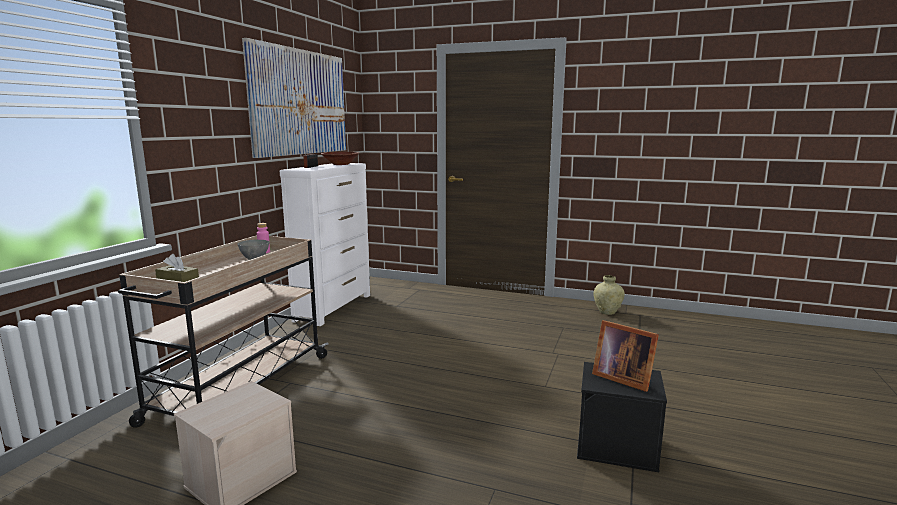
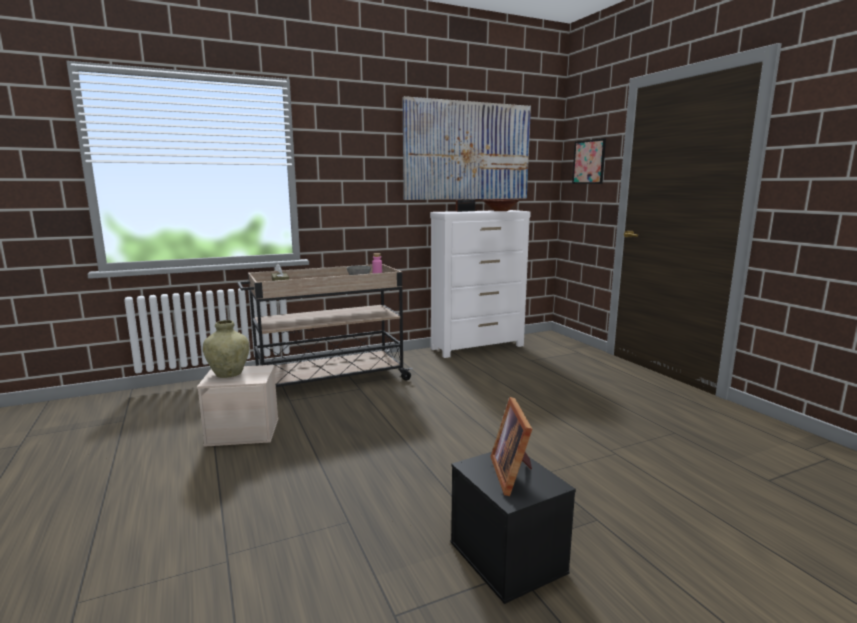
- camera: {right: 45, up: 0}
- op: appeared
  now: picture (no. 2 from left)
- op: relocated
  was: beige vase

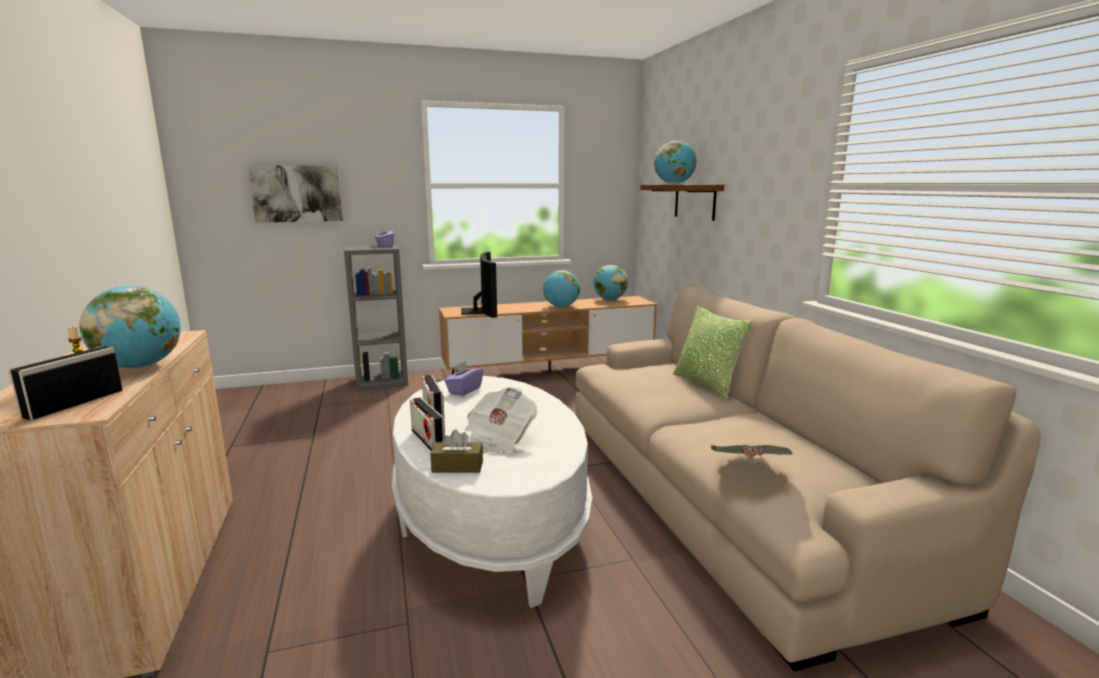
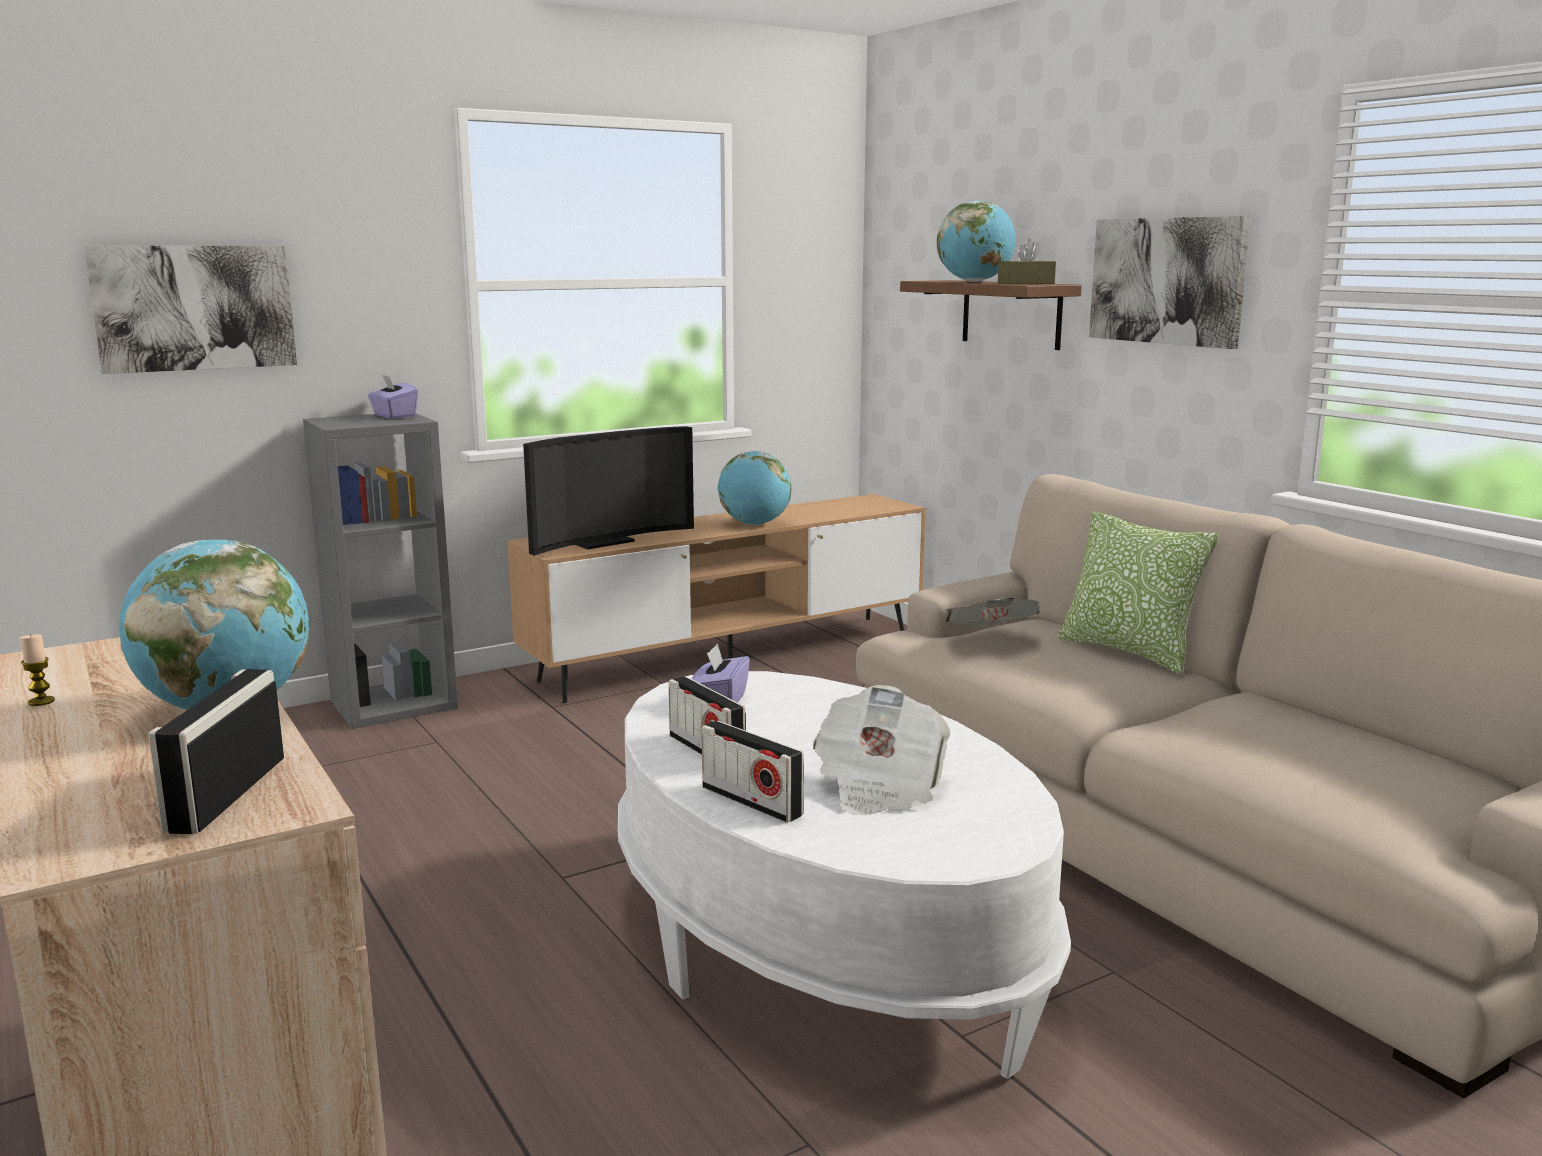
- camera: {right: -15, up: 0}
- op: missing
  was: globe (no. 3 from left)
- op: appeared
  now: picture (no. 2 from left)
- op: relocated
  was: brown tissue box
- op: relocated
  was: newspaper (no. 2 from left)
- op: spun
  was: television
  clockwise: 75

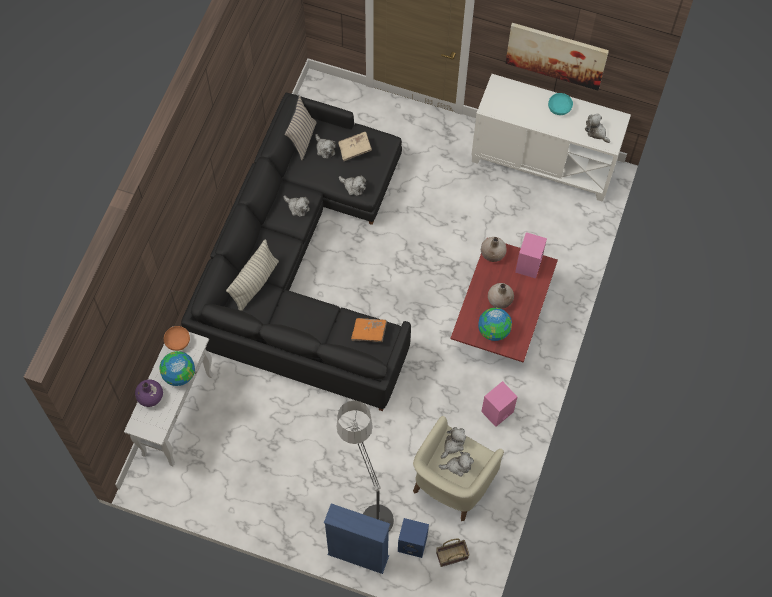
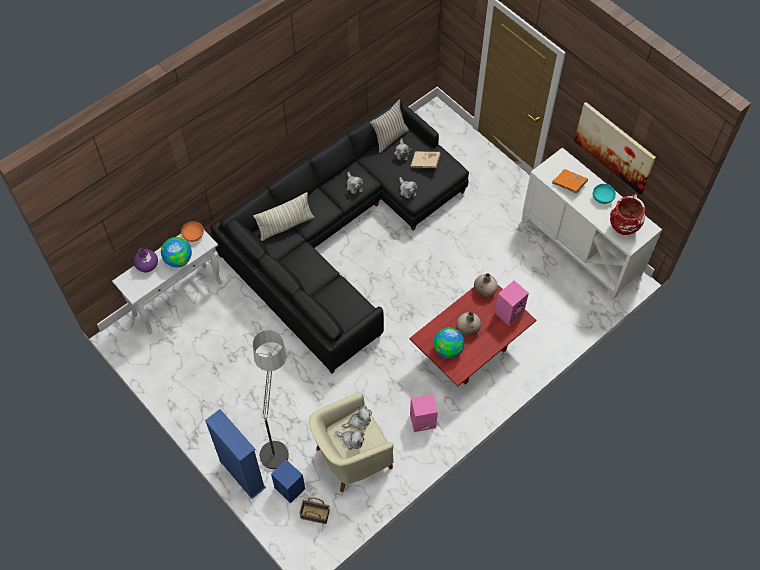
- camera: {right: 30, up: -5}
- op: relocated
  was: orange book
- op: exchanged
  was: plush toy (no. 6 from left)
  now: red vase

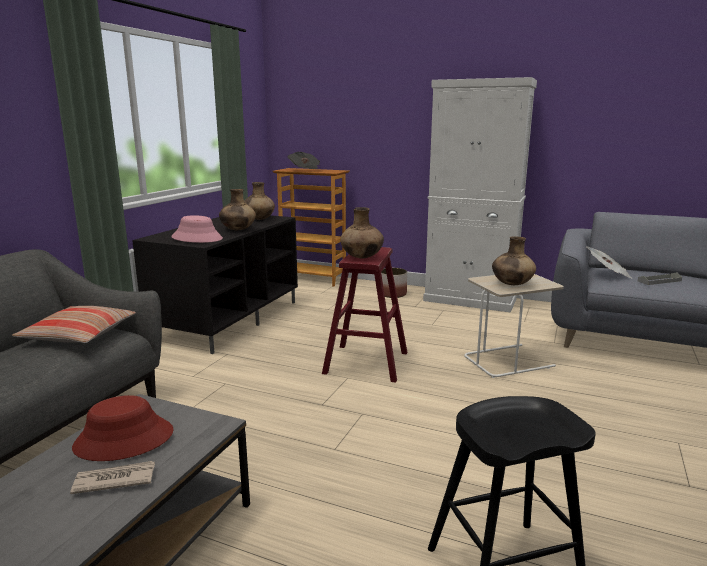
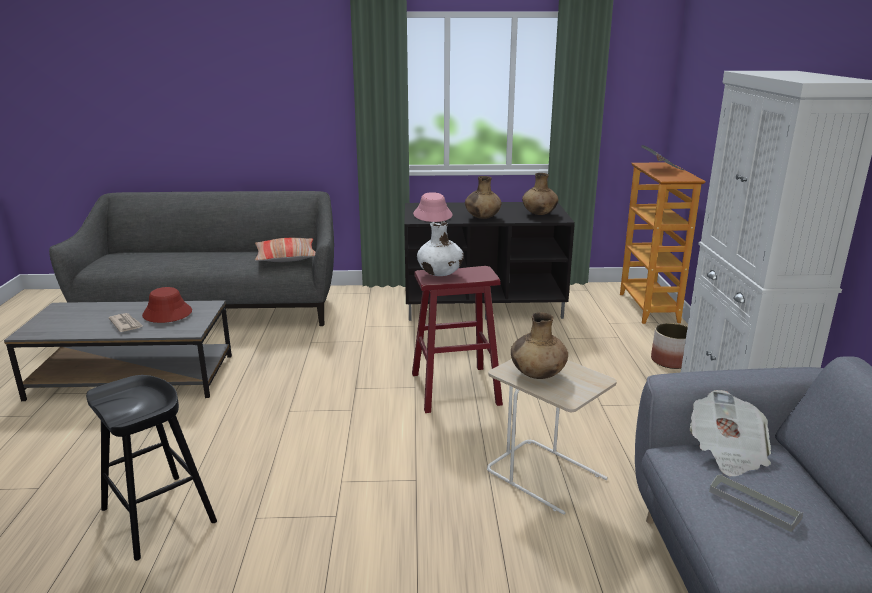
- camera: {right: 65, up: 5}
- op: colour
  was: brown vase (no. 3 from left)
  now: white vase

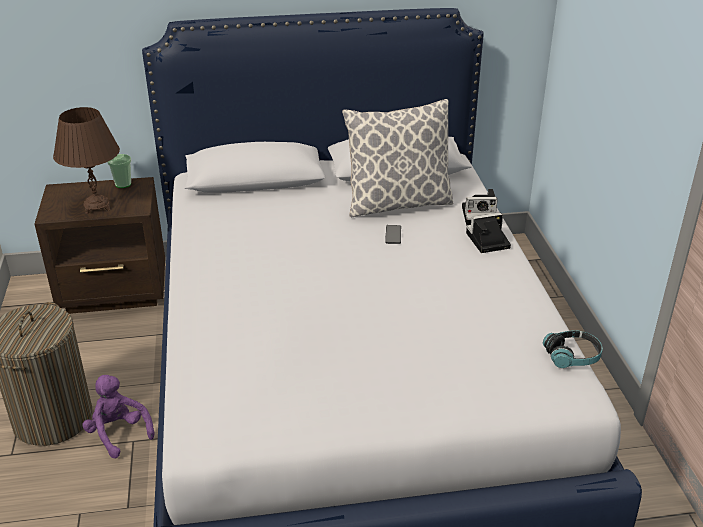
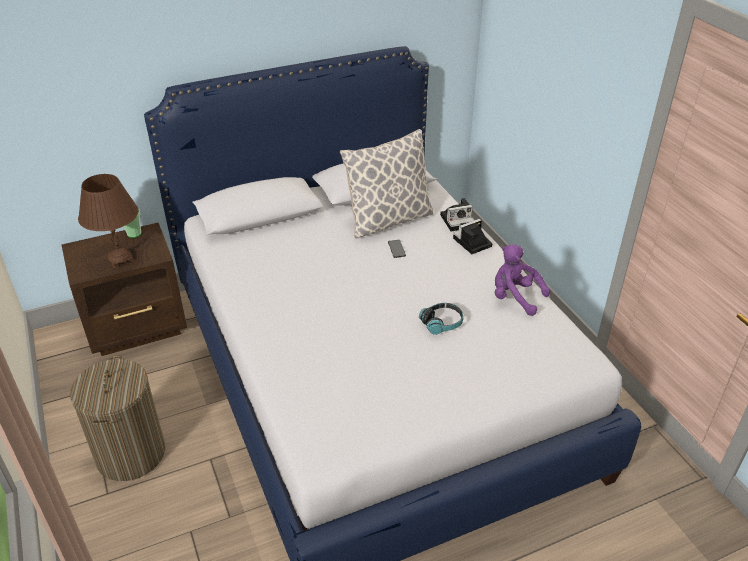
- camera: {right: -15, up: 5}
- op: relocated
  was: purple plush toy
- op: relocated
  was: headphones

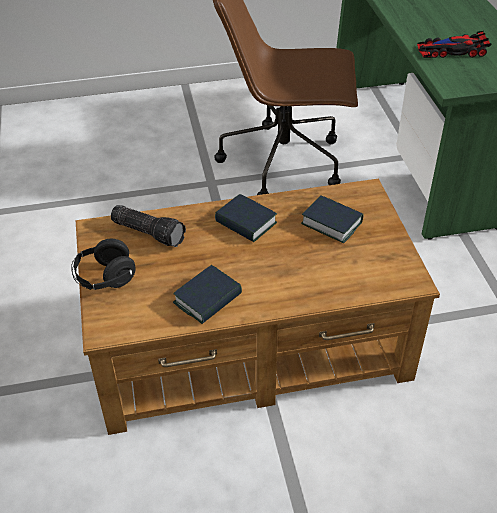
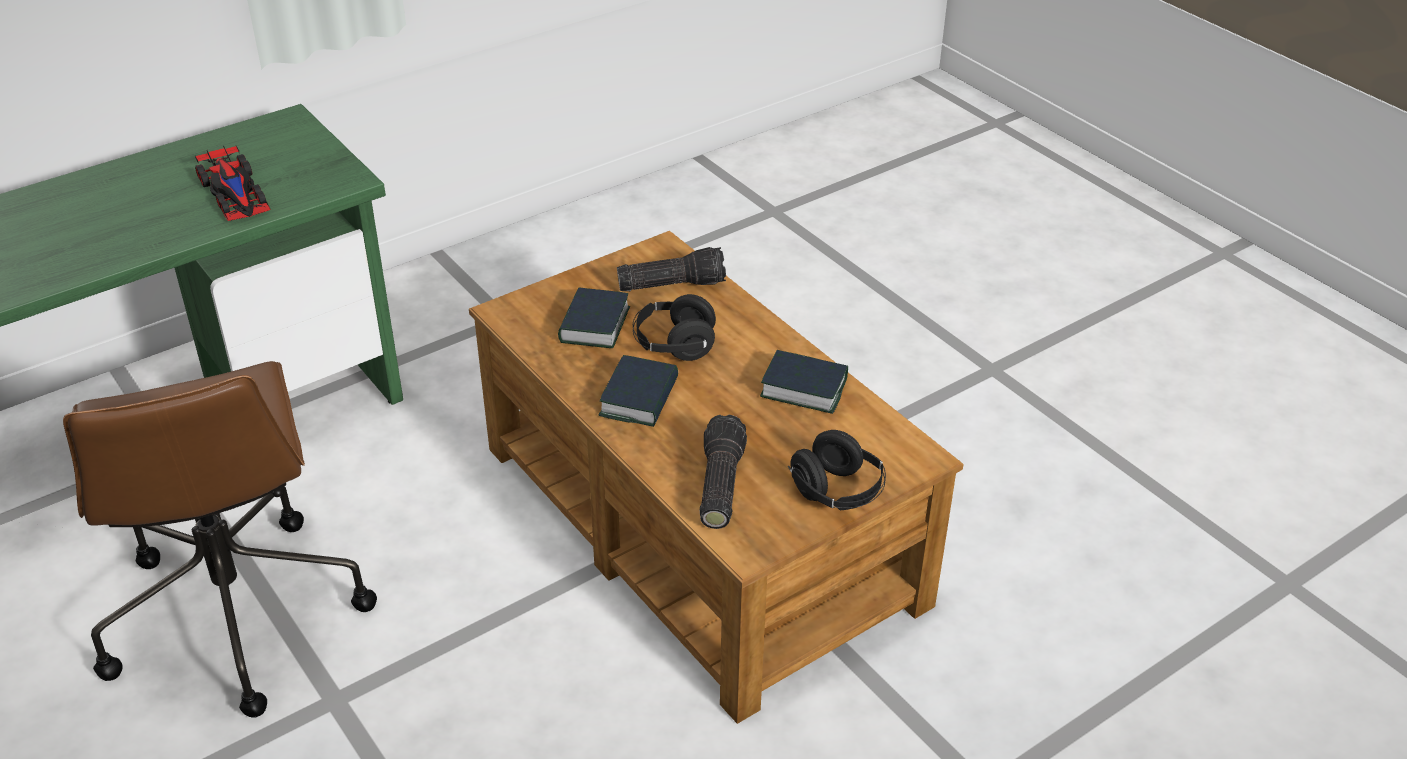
- camera: {right: -115, up: -5}
- op: appeared
  now: flashlight (no. 1 from left)
- op: appeared
  now: black headphones (no. 1 from left)

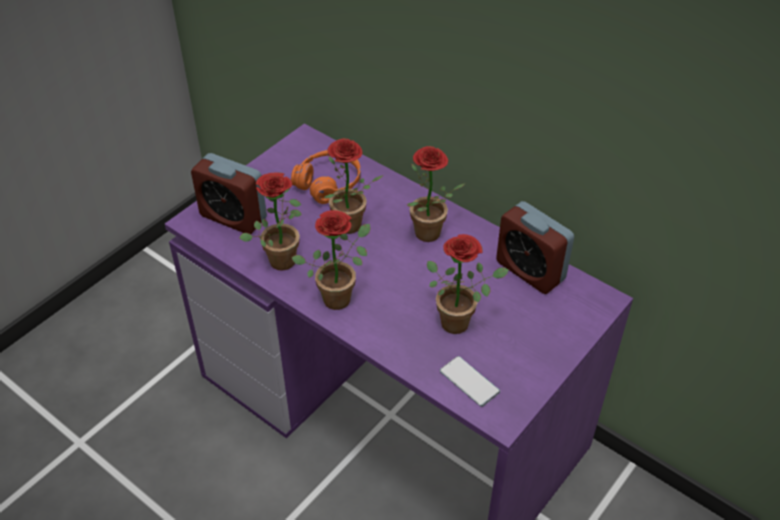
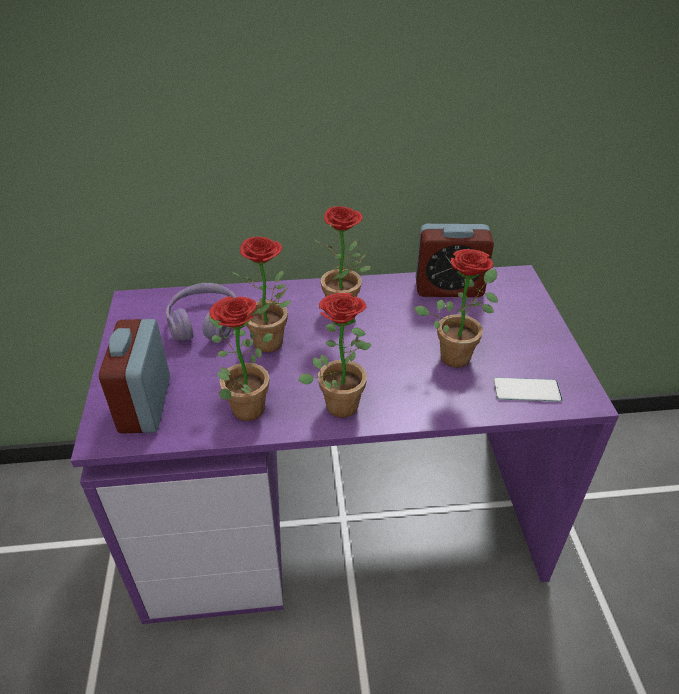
- camera: {right: -45, up: -5}
- op: colour
  was: orange headphones
  now: purple headphones
- op: spun
  was: alarm clock (no. 1 from left)
  clockwise: 105

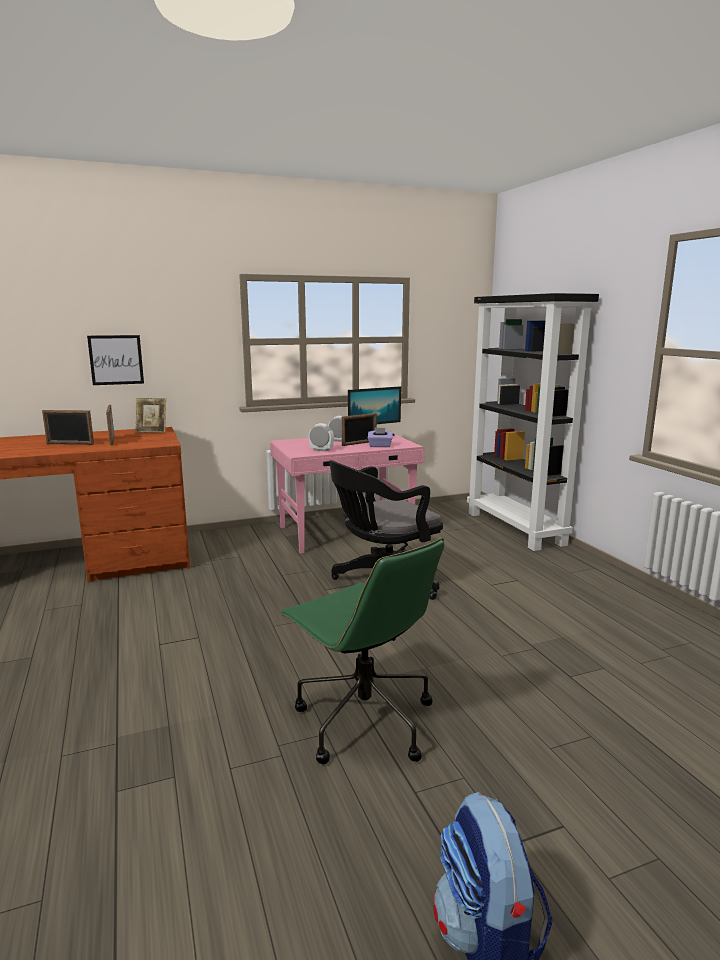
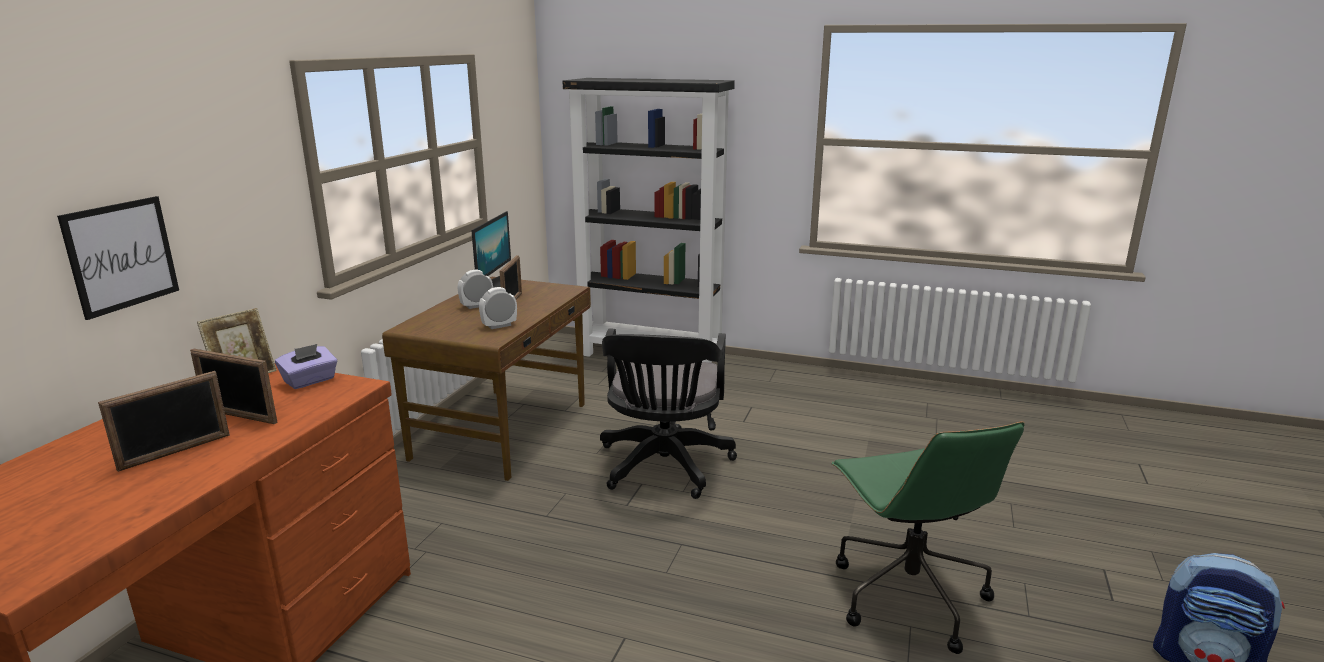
- camera: {right: -50, up: 5}
- op: relocated
  was: purple tissue box
- op: colour
  was: pink desk
  now: brown desk (no. 2 from left)
- op: spun
  was: green office chair
  clockwise: 75

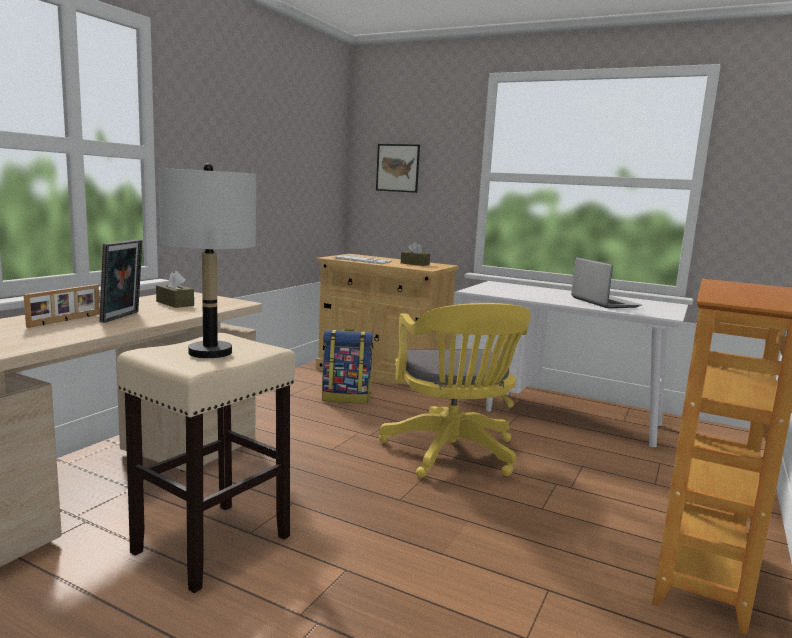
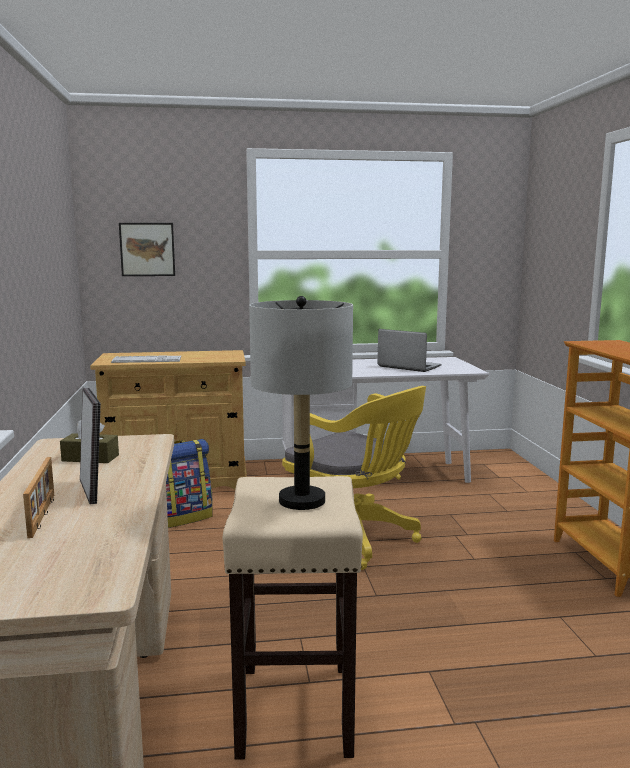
- camera: {right: -35, up: 0}
- op: missing
  was: brown tissue box (no. 2 from left)

